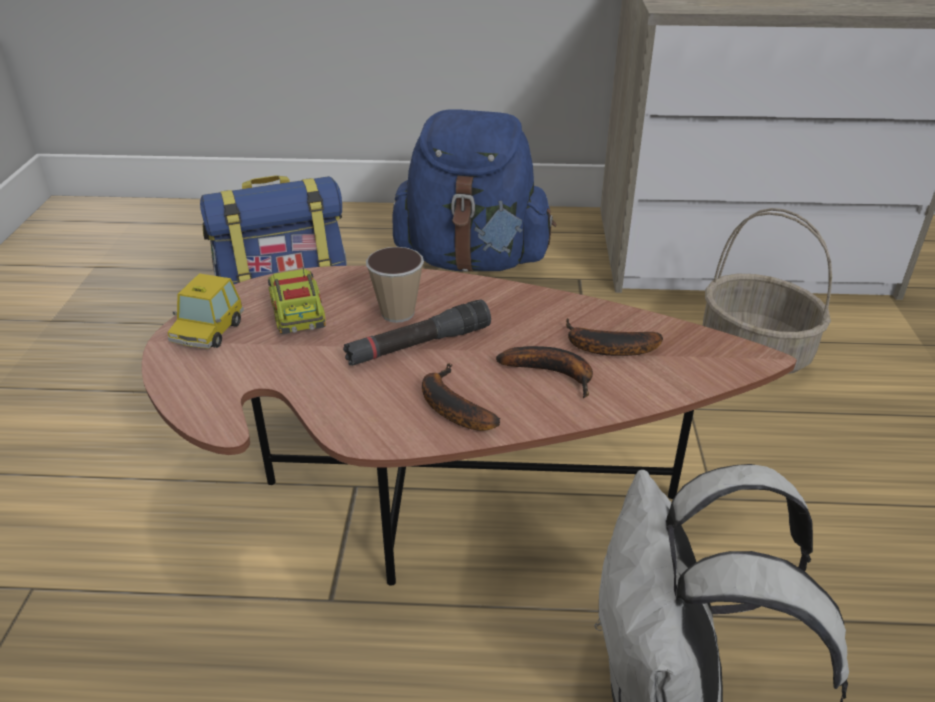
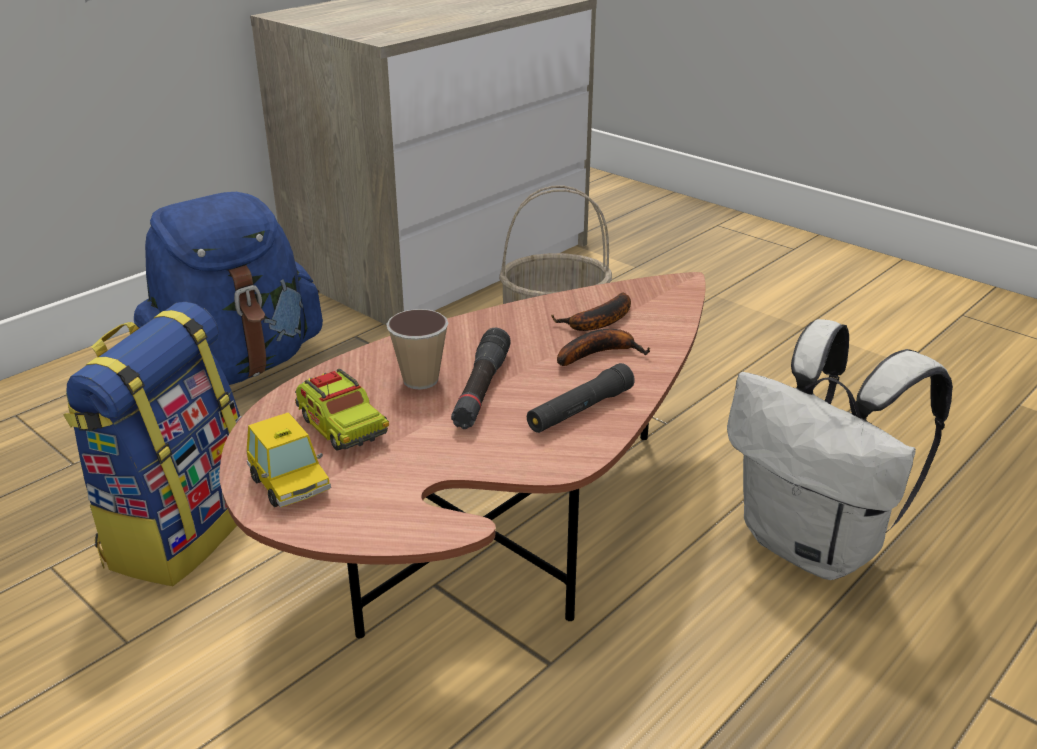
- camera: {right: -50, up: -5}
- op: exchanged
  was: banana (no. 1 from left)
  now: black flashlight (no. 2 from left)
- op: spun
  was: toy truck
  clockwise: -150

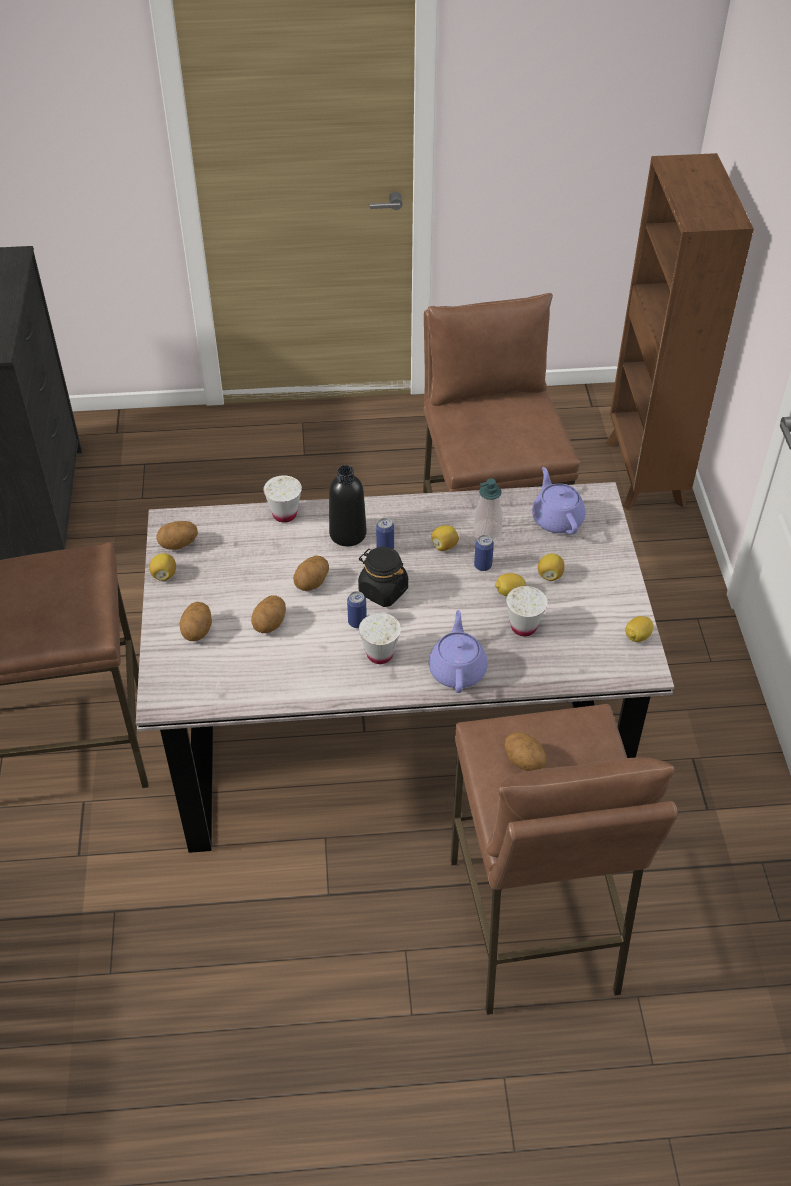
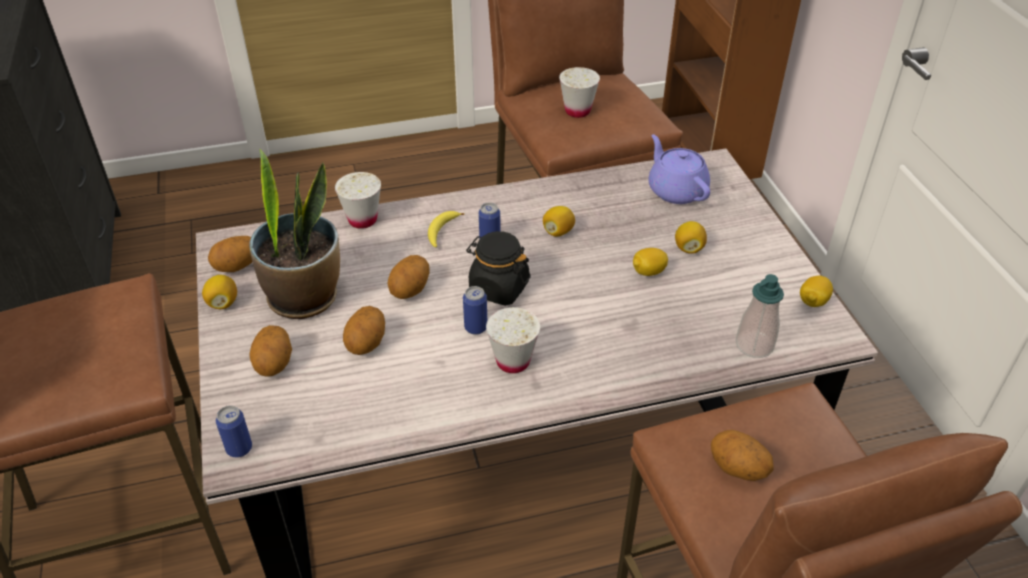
- camera: {right: -10, up: -5}
- op: missing
  was: purple teapot (no. 1 from left)
- op: appeared
  now: potted plant
- op: relocated
  was: soap dispenser
- op: relocated
  was: can (no. 3 from left in the first image)
  now: can (no. 1 from left)
- op: relocated
  was: white cup (no. 3 from left)
- op: exchanged
  was: black bottle
  now: banana

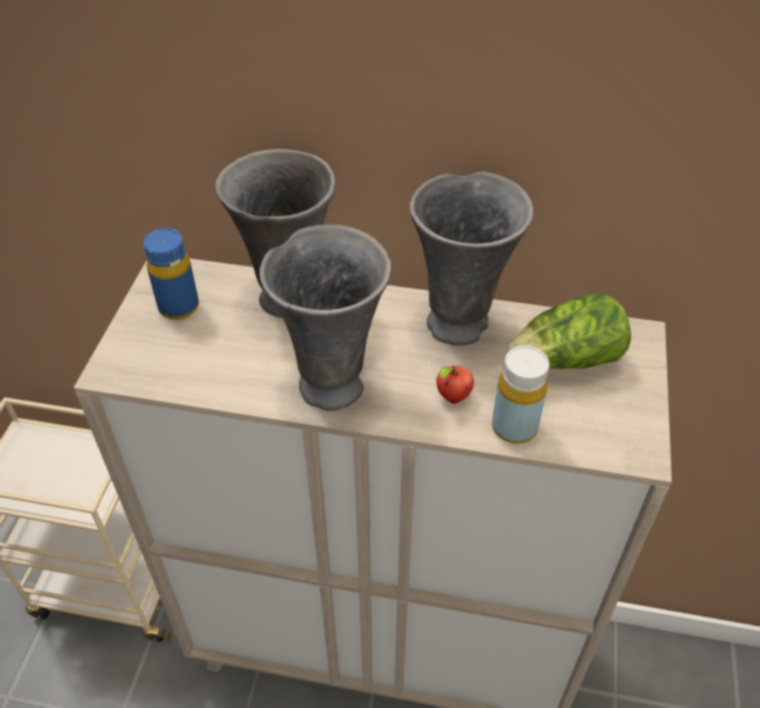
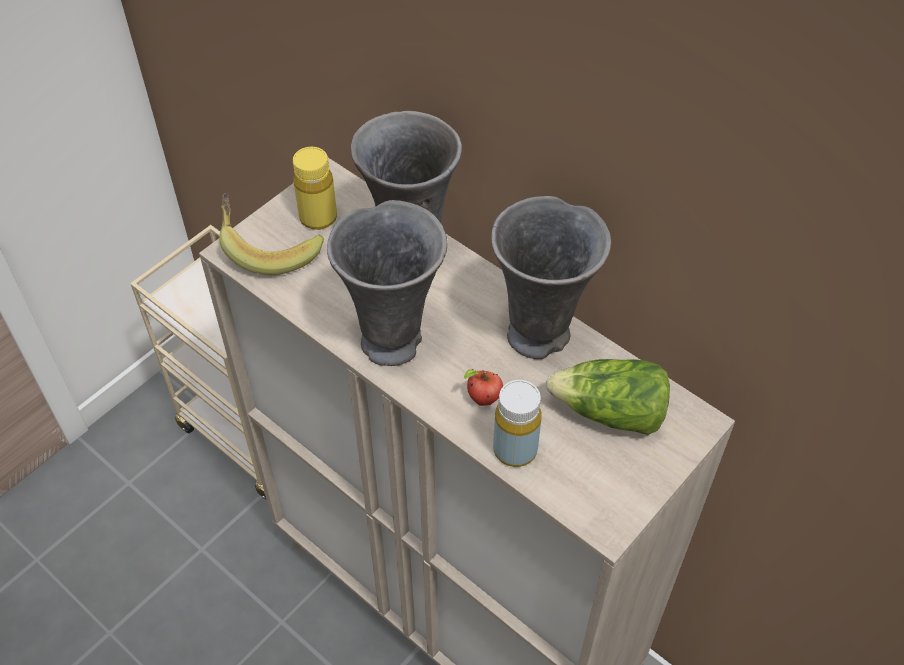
- camera: {right: 30, up: 5}
- op: appeared
  now: banana
- op: colour
  was: blue bottle
  now: yellow bottle (no. 1 from left)

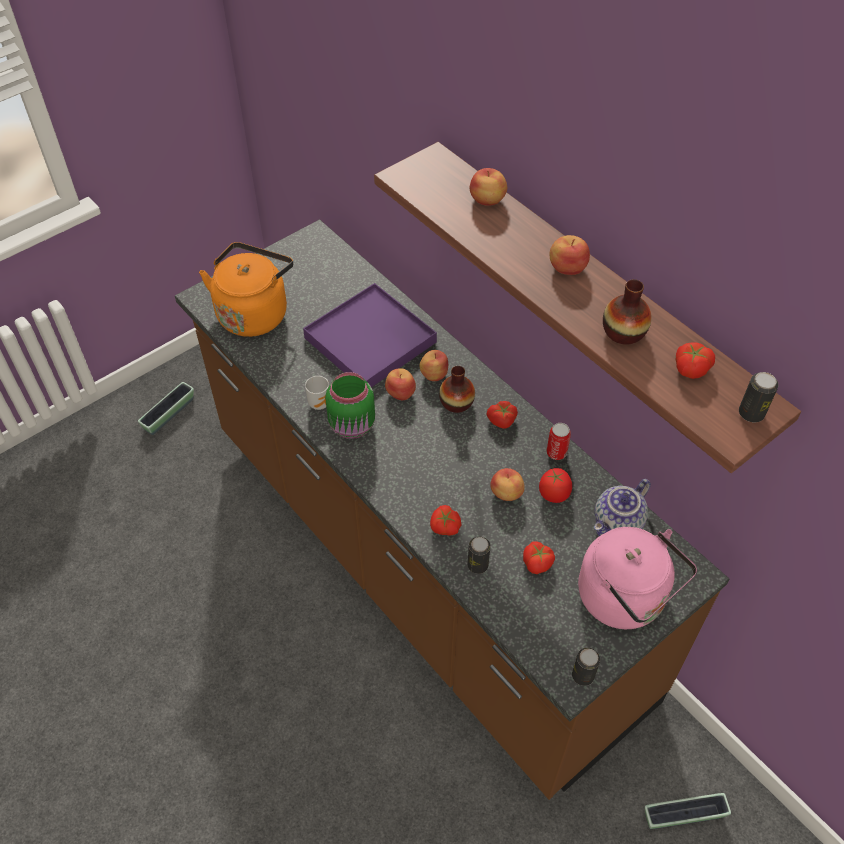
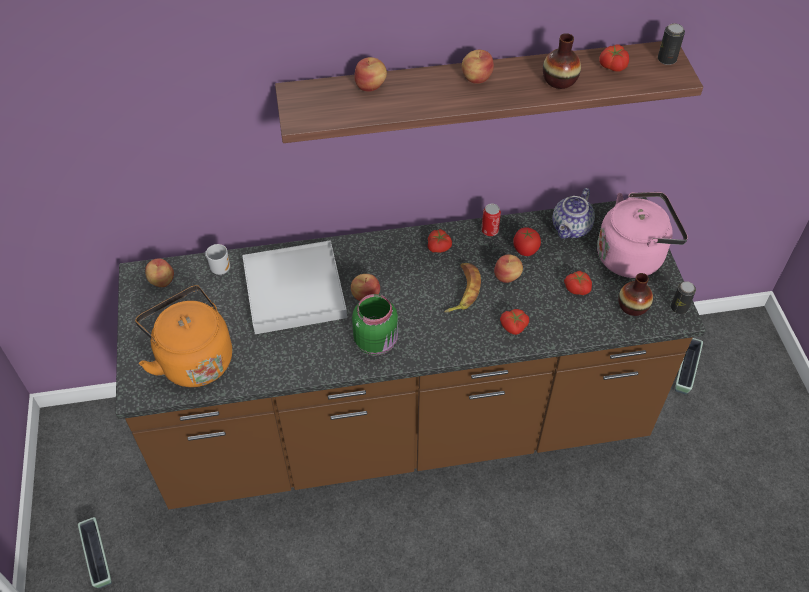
- camera: {right: -60, up: 0}
- op: missing
  was: can (no. 1 from left)
- op: appeared
  now: banana
- op: relocated
  was: mug
- op: relocated
  was: apple (no. 2 from left in the first image)
  now: apple (no. 1 from left)
- op: relocated
  was: vase (no. 1 from left in the first image)
  now: vase (no. 2 from left)
- op: colour
  was: purple tray
  now: white tray
- op: spun
  was: teapot
  clockwise: 45

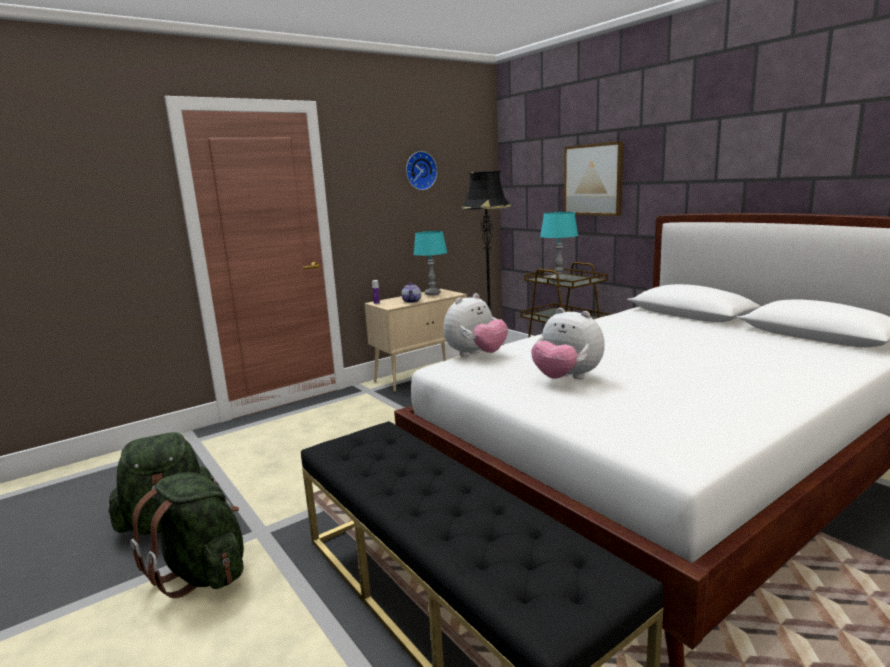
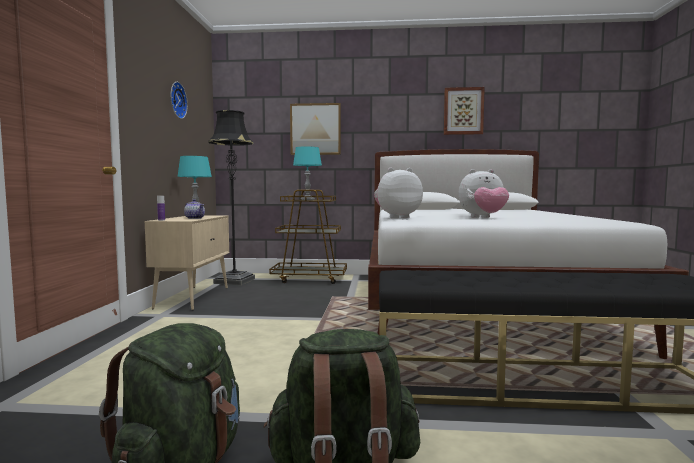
- camera: {right: -50, up: -10}
- op: appeared
  now: picture (no. 2 from left)
- op: spun
  was: plush toy (no. 1 from left)
  clockwise: -105

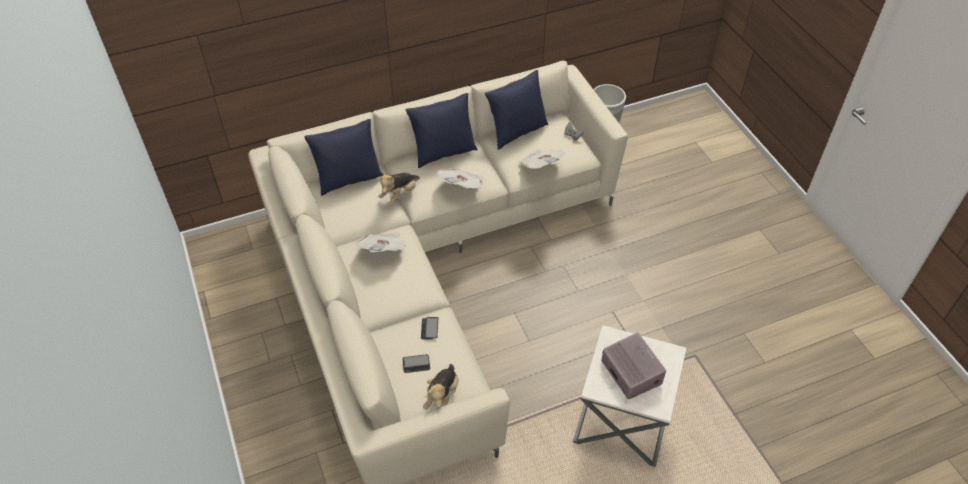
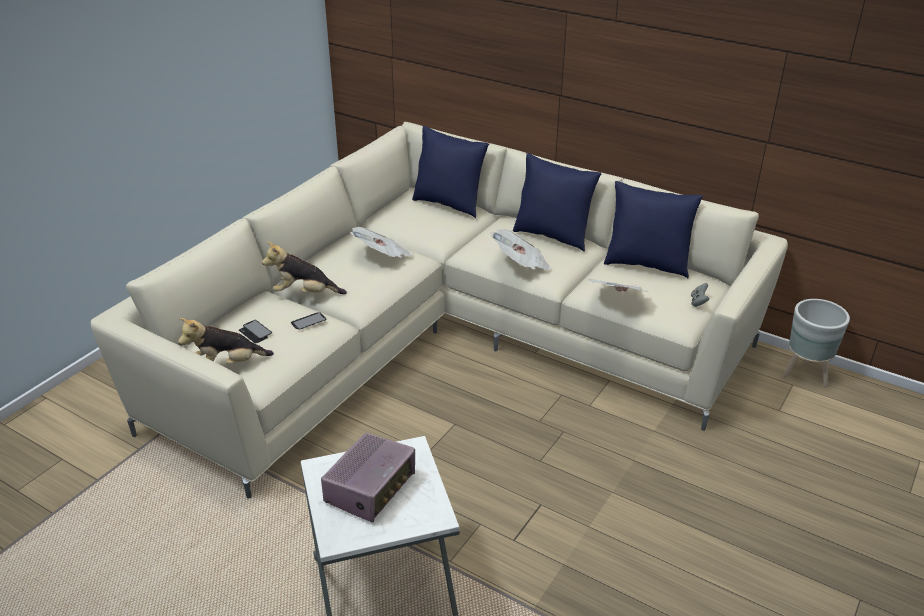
- camera: {right: 55, up: -15}
- op: relocated
  was: plush toy (no. 1 from left in the first image)
  now: plush toy (no. 2 from left)

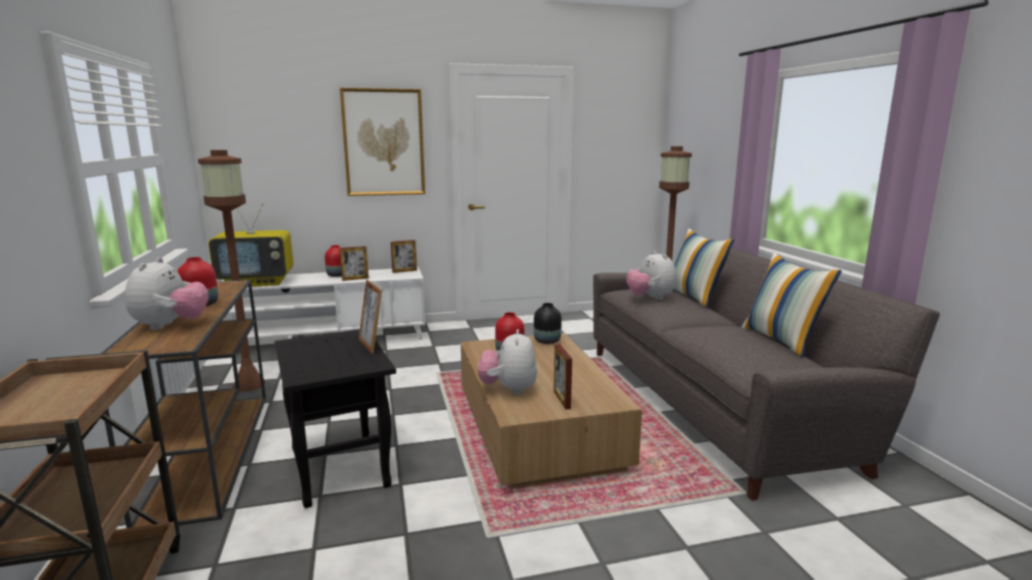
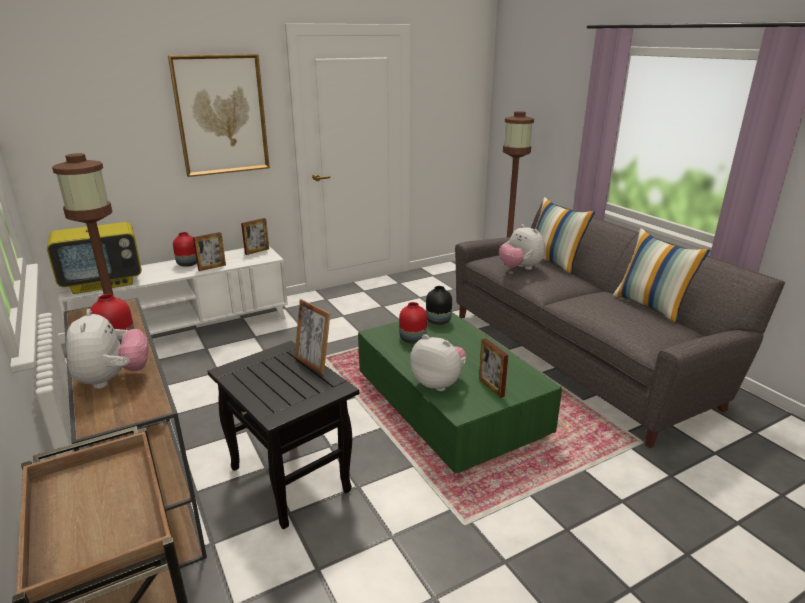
- camera: {right: -15, up: 10}
- op: colour
  was: brown coffee table
  now: green coffee table
- op: spun
  was: plush toy (no. 2 from left)
  clockwise: 135

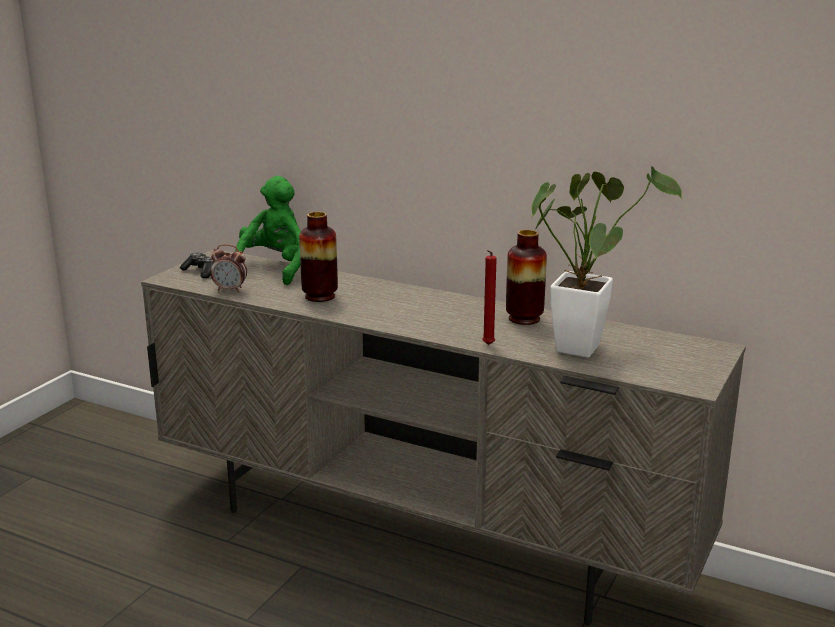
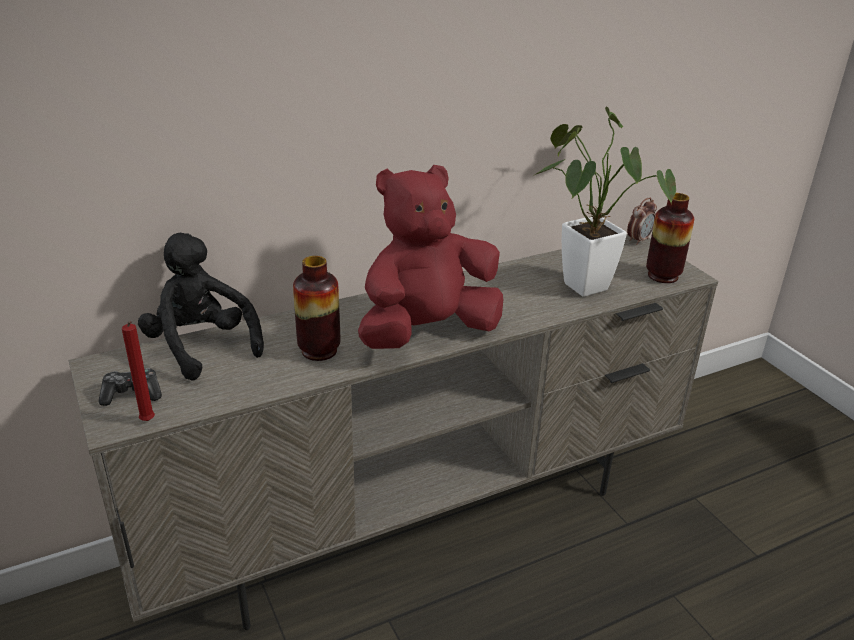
- camera: {right: -55, up: 10}
- op: appeared
  now: red plush toy
- op: relocated
  was: alarm clock
- op: relocated
  was: red candle
- op: relocated
  was: vase (no. 2 from left)
- op: colour
  was: green plush toy
  now: black plush toy

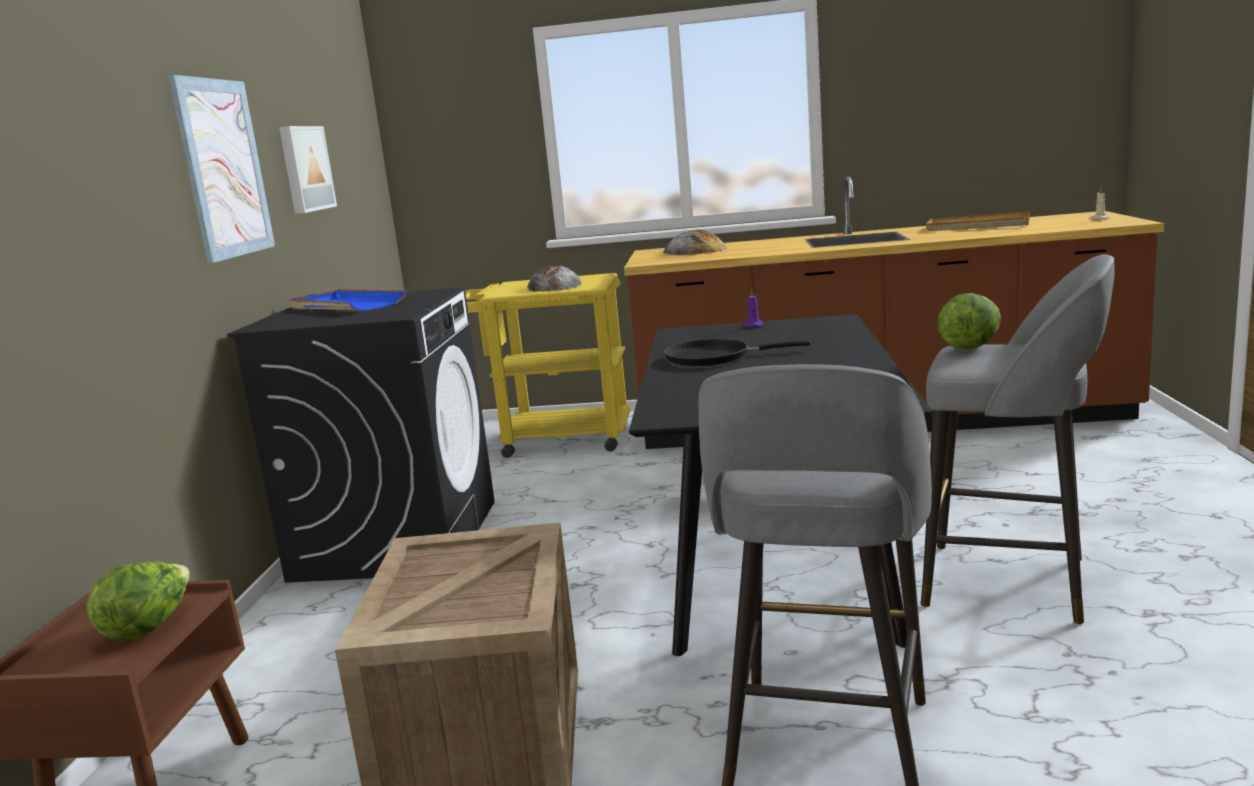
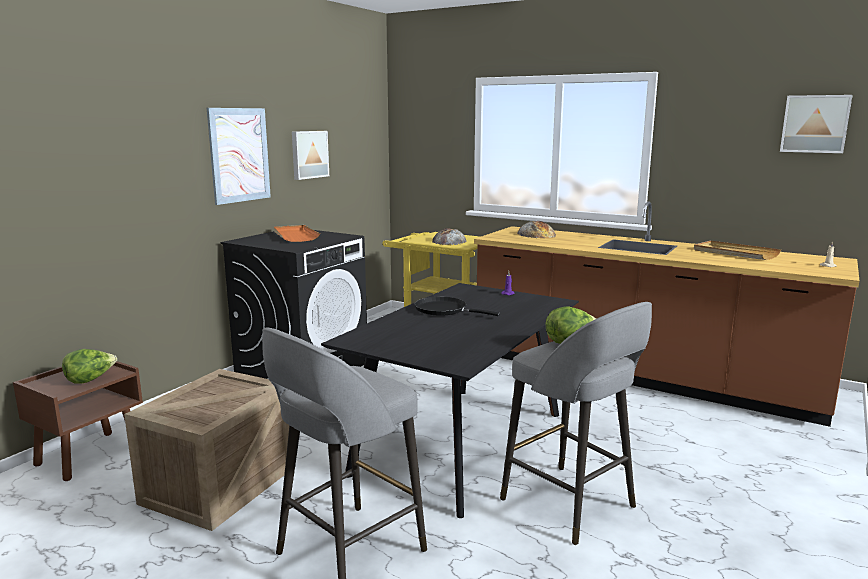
- camera: {right: 25, up: 0}
- op: appeared
  now: picture (no. 3 from left)
- op: colour
  was: blue tray
  now: orange tray

